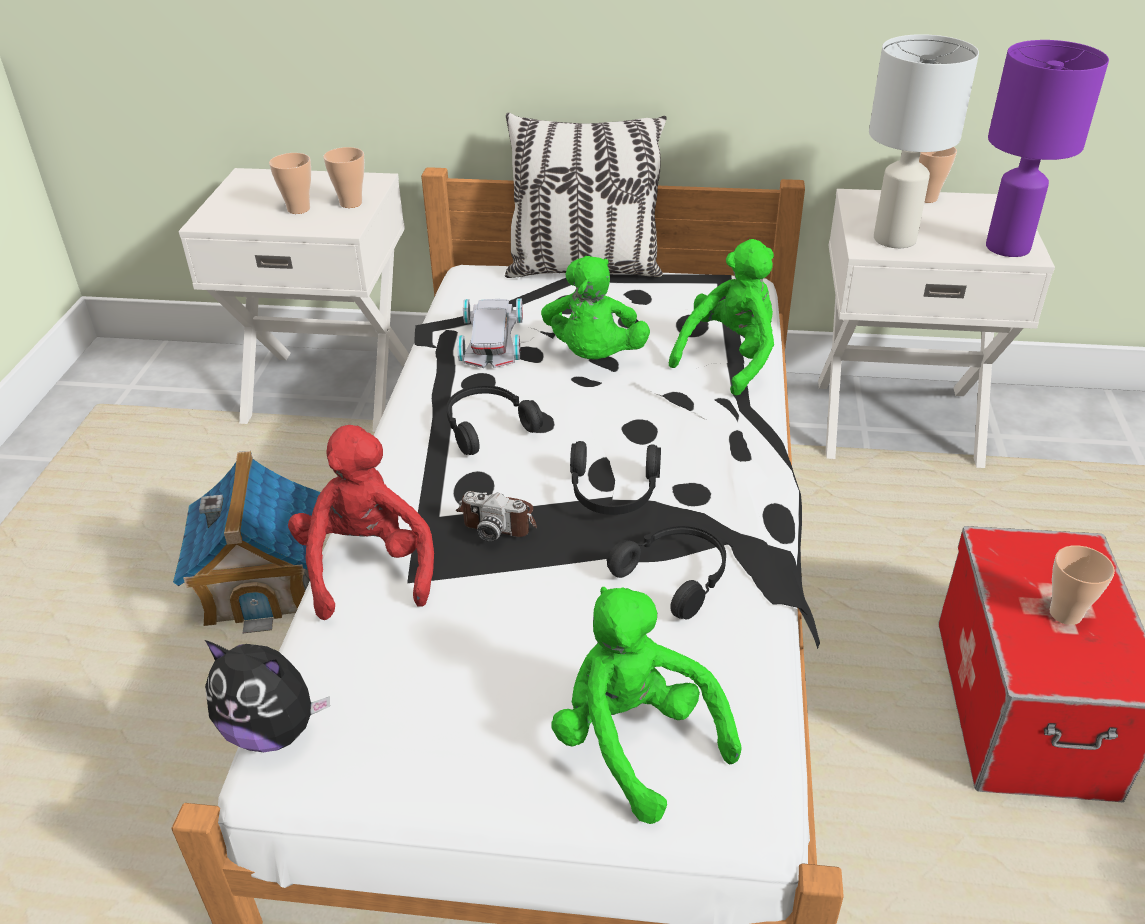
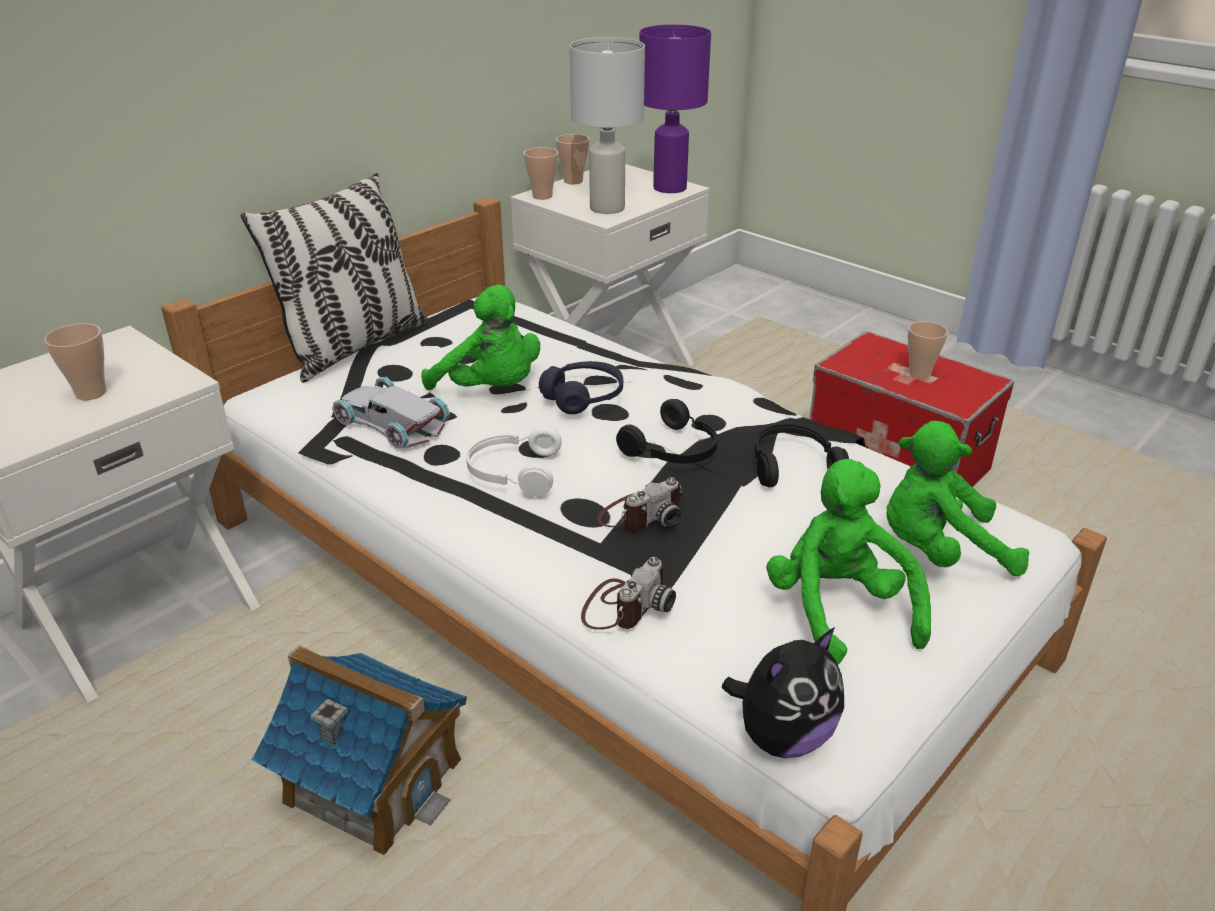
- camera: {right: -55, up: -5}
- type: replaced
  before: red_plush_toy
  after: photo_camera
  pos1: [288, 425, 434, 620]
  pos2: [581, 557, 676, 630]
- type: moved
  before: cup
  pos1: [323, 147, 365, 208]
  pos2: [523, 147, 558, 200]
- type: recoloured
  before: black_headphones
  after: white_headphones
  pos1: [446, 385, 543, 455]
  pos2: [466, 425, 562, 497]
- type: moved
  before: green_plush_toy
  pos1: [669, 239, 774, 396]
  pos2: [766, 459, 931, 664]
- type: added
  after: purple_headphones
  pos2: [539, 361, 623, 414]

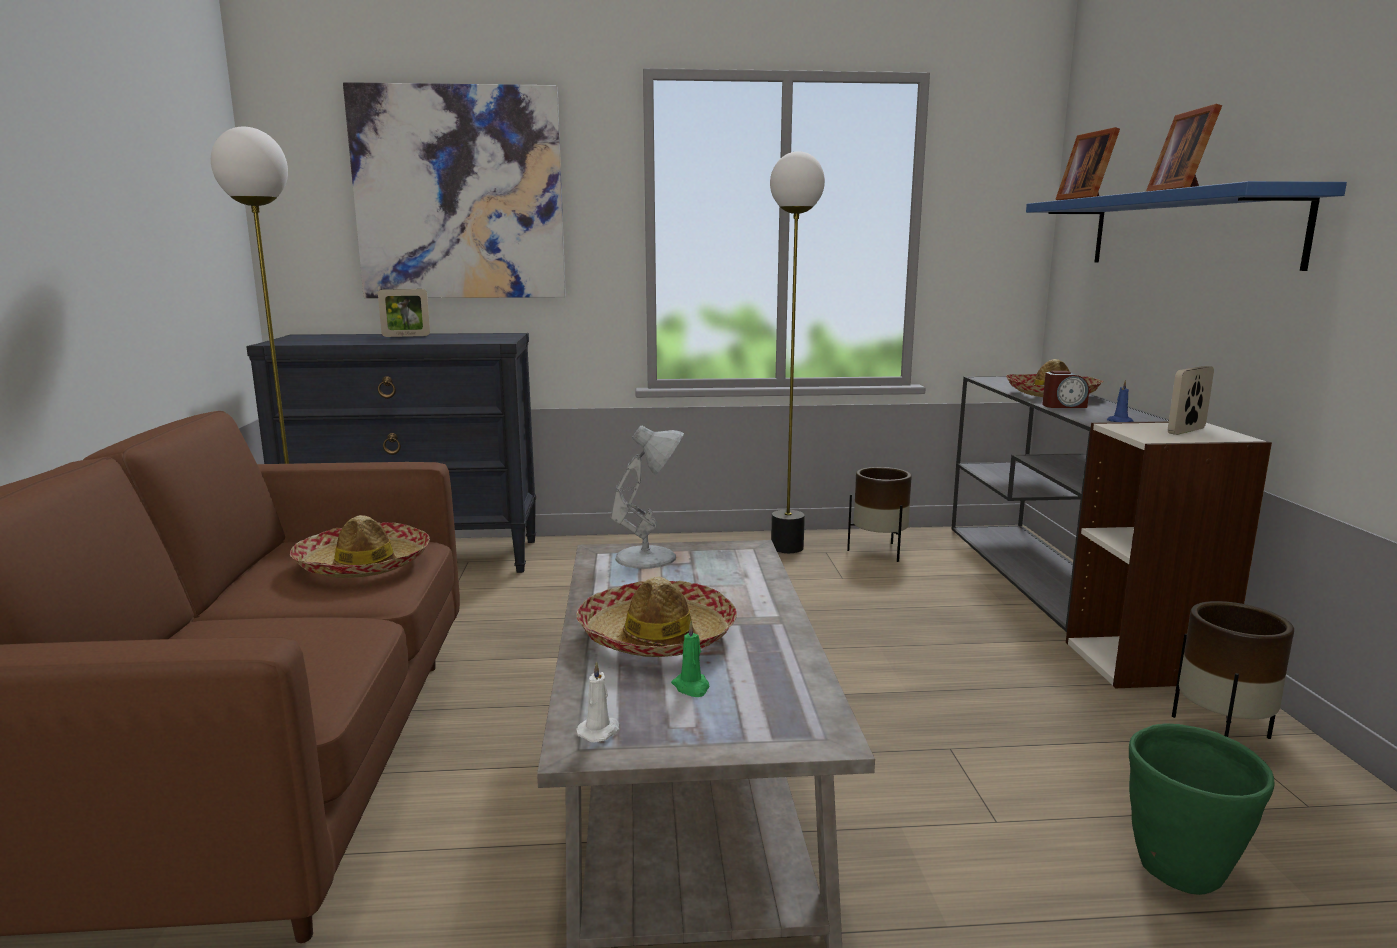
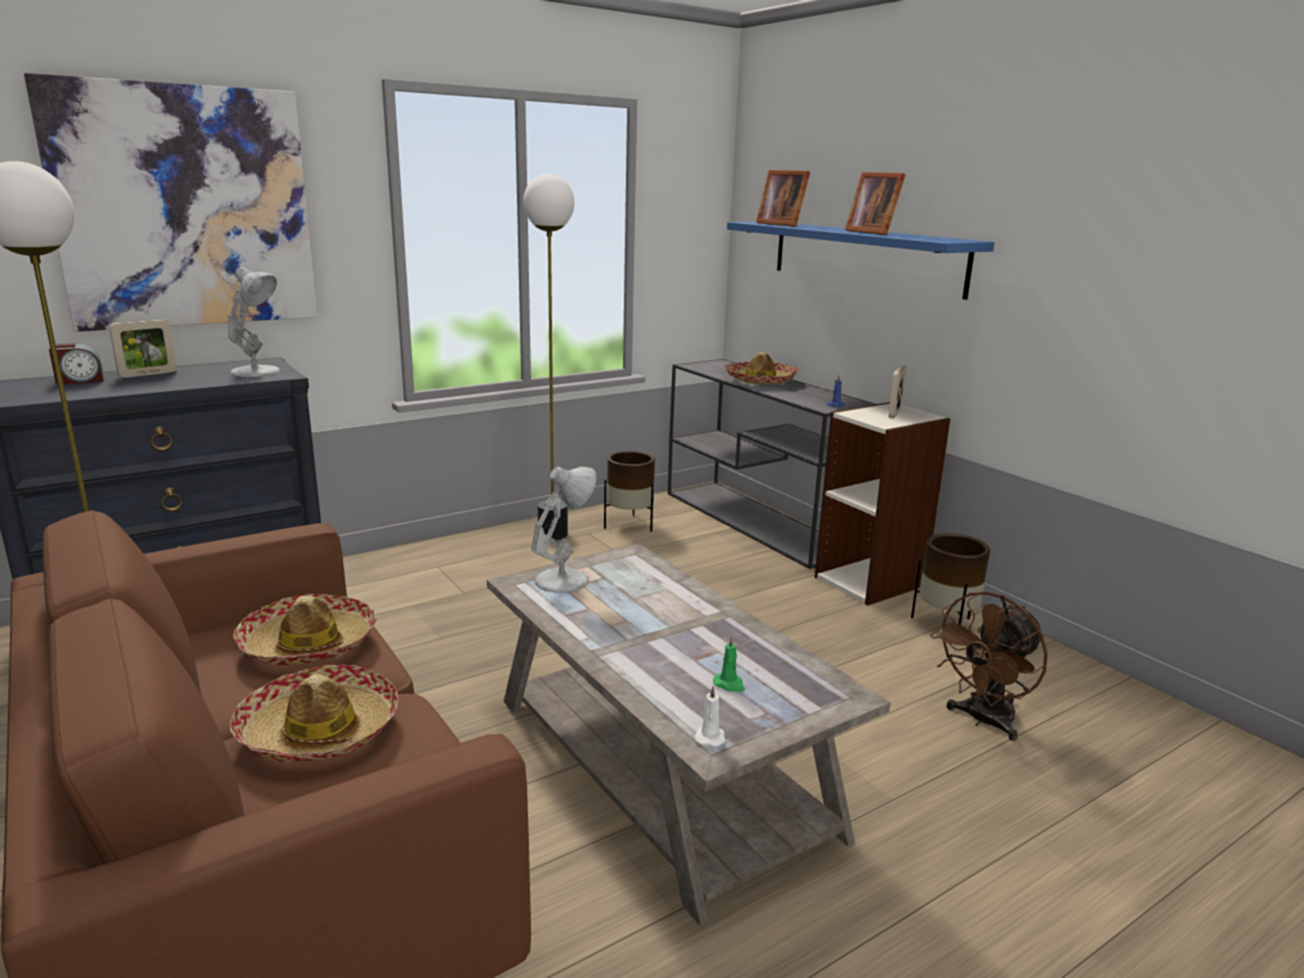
- camera: {right: -30, up: 5}
- type: moved
  before: hat
  pos1: [576, 577, 737, 657]
  pos2: [230, 664, 398, 761]
- type: moved
  before: alarm_clock
  pos1: [1042, 371, 1089, 408]
  pos2: [49, 343, 104, 384]
- type: replaced
  before: green_planter
  after: brown_fan
  pos1: [1129, 723, 1275, 895]
  pos2: [930, 592, 1048, 741]
- type: added
  after: white_table_lamp
  pos2: [228, 267, 280, 377]

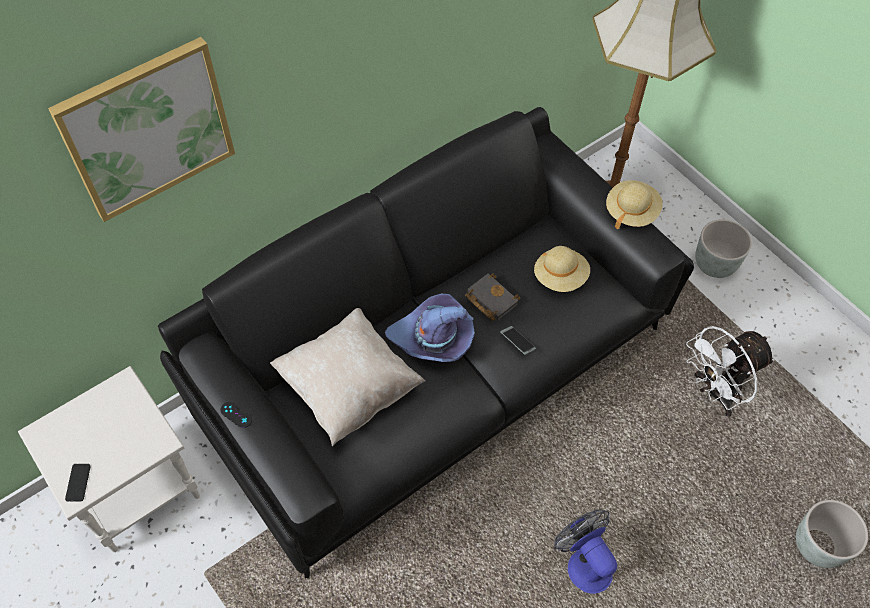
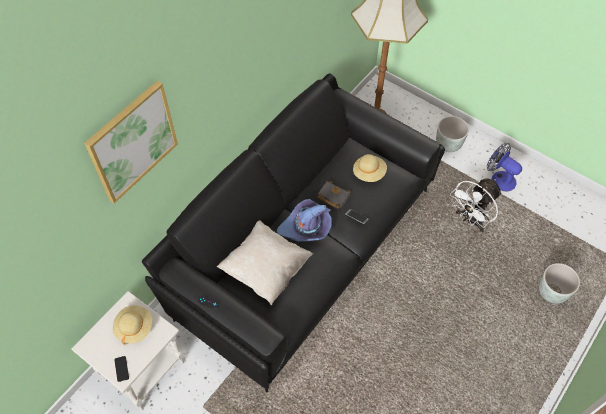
- camera: {right: -15, up: 0}
- type: moved
  before: fan
  pos1: [554, 509, 617, 594]
  pos2: [487, 143, 522, 192]
- type: moved
  before: beige_hat
  pos1: [606, 180, 663, 230]
  pos2: [113, 305, 152, 345]

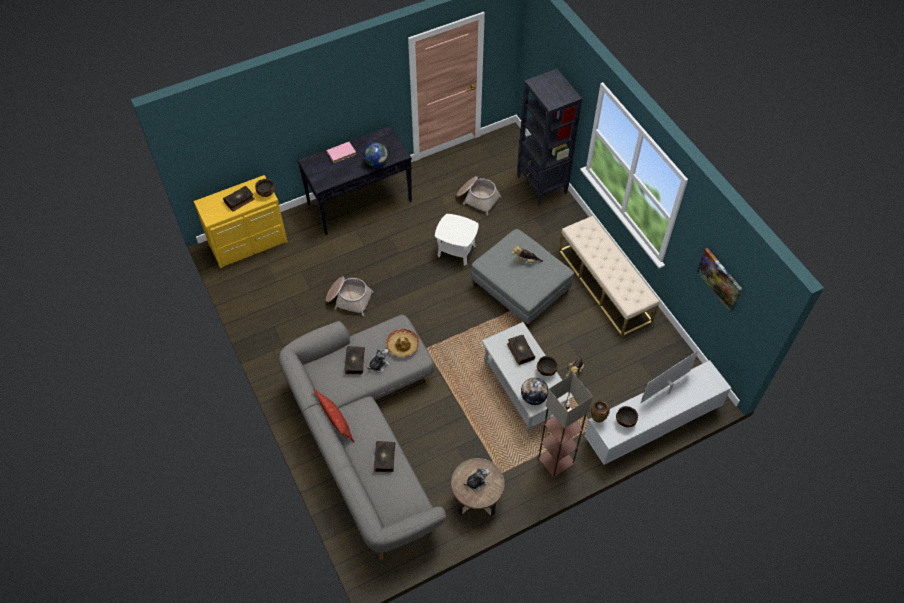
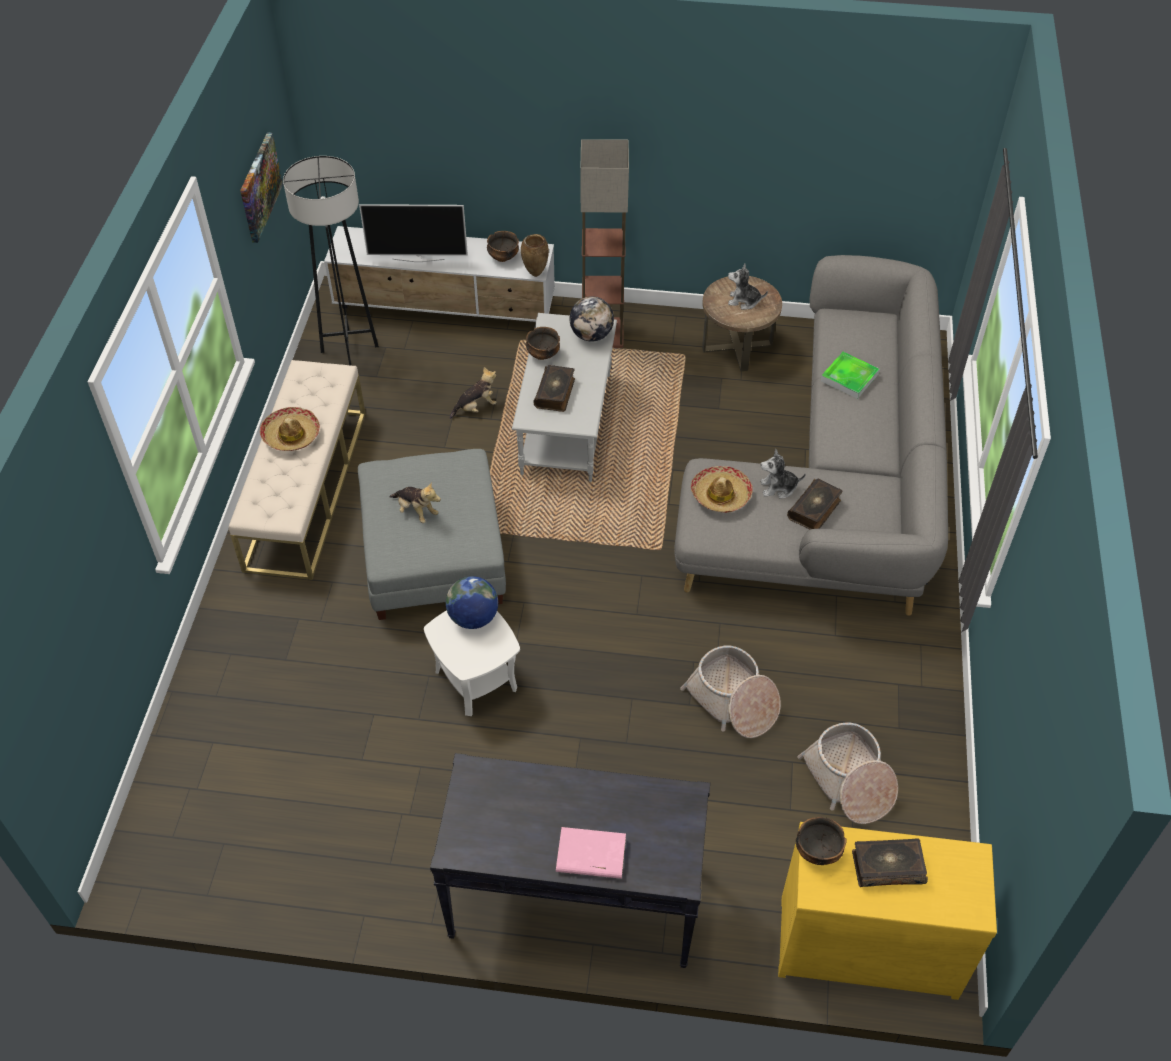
- camera: {right: -145, up: -5}
- type: removed
  before: pillow
  pos1: [313, 389, 355, 442]
- type: moved
  before: globe
  pos1: [363, 142, 388, 167]
  pos2: [446, 576, 498, 629]
- type: replaced
  before: book
  after: tray
  pos1: [374, 441, 395, 472]
  pos2: [821, 352, 880, 399]
- type: moved
  before: basket
  pos1: [457, 176, 502, 215]
  pos2: [798, 723, 898, 824]
- type: removed
  before: black_bookcase
  pos1: [517, 69, 582, 205]
- type: added
  after: hat
  pos2: [260, 407, 320, 451]
- type: added
  after: grey_floor_lamp
  pos2: [283, 156, 379, 366]

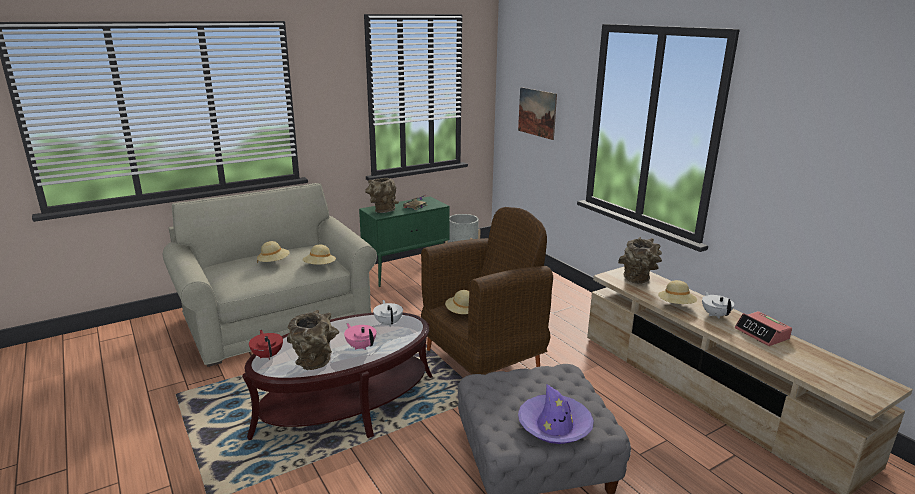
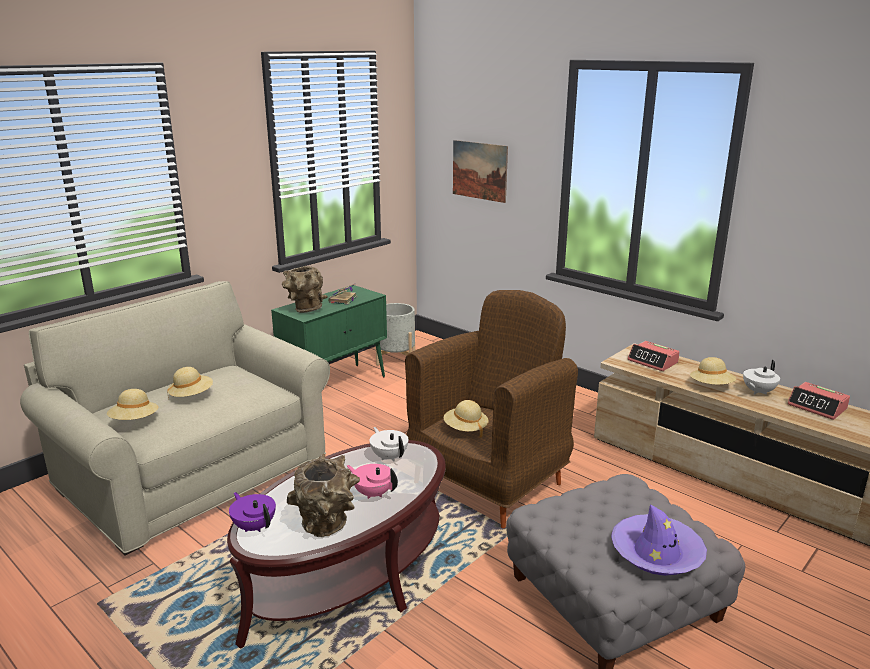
- camera: {right: -15, up: 0}
- type: recoloured
  before: red_teapot
  after: purple_teapot
  pos1: [249, 330, 283, 360]
  pos2: [229, 492, 276, 532]
- type: moved
  before: beige_hat
  pos1: [303, 245, 336, 265]
  pos2: [107, 389, 158, 420]
- type: replaced
  before: brown_vase
  after: alarm_clock
  pos1: [618, 237, 662, 284]
  pos2: [627, 341, 680, 371]
- type: turned
  before: white_teapot
  pos1: [702, 291, 734, 319]
  pos2: [743, 360, 780, 395]
  turn: -105

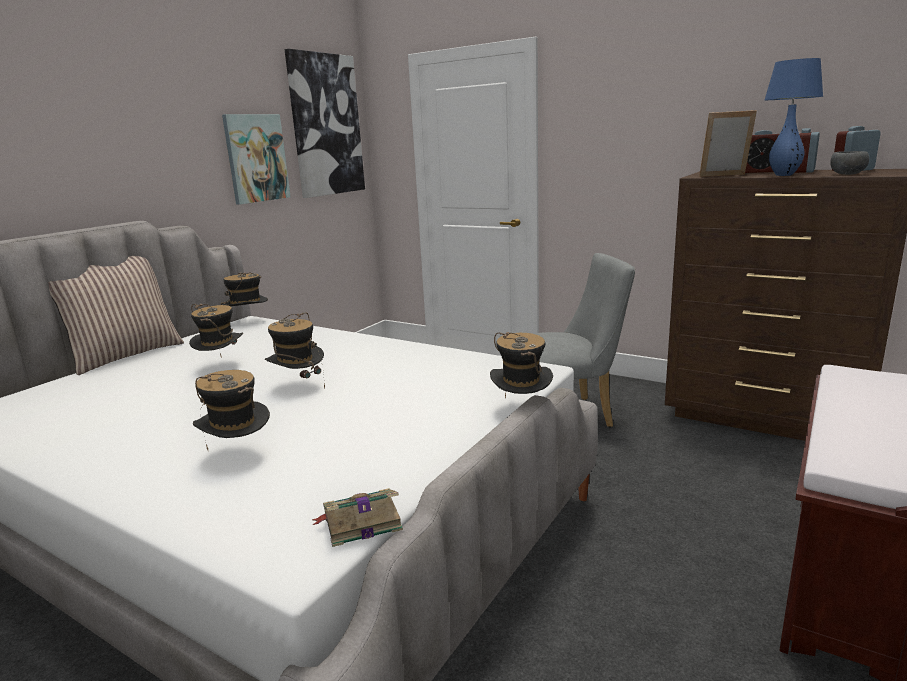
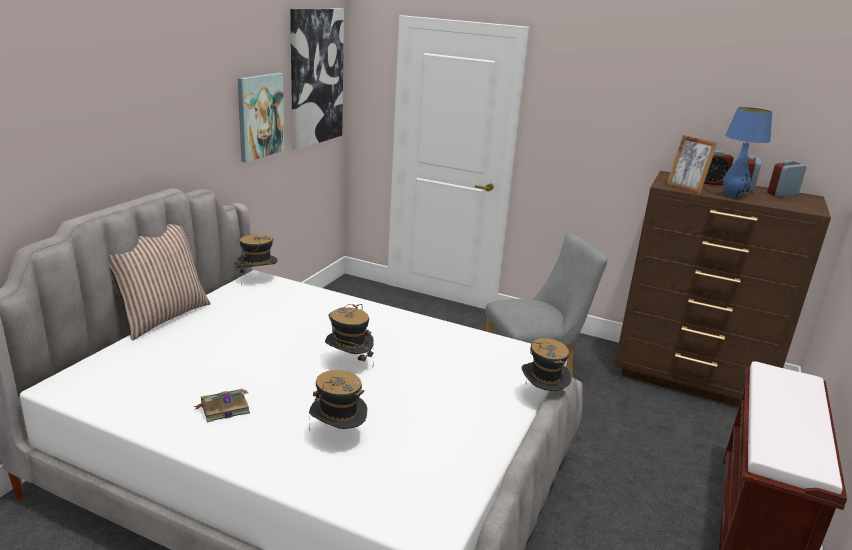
- camera: {right: -10, up: 5}
- type: removed
  before: hat
  pos1: [189, 303, 243, 358]
- type: moved
  before: book
  pos1: [312, 488, 403, 547]
  pos2: [193, 389, 250, 422]
- type: turned
  before: picture_frame
  pos1: [699, 110, 757, 177]
  pos2: [667, 135, 718, 194]
  turn: -120
- type: removed
  before: grey_bowl
  pos1: [830, 151, 869, 175]

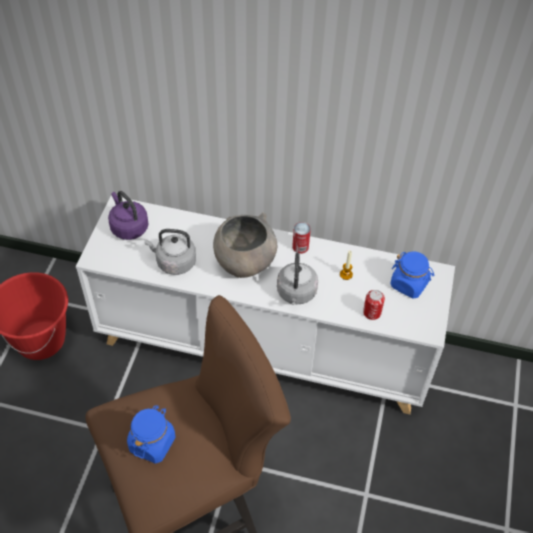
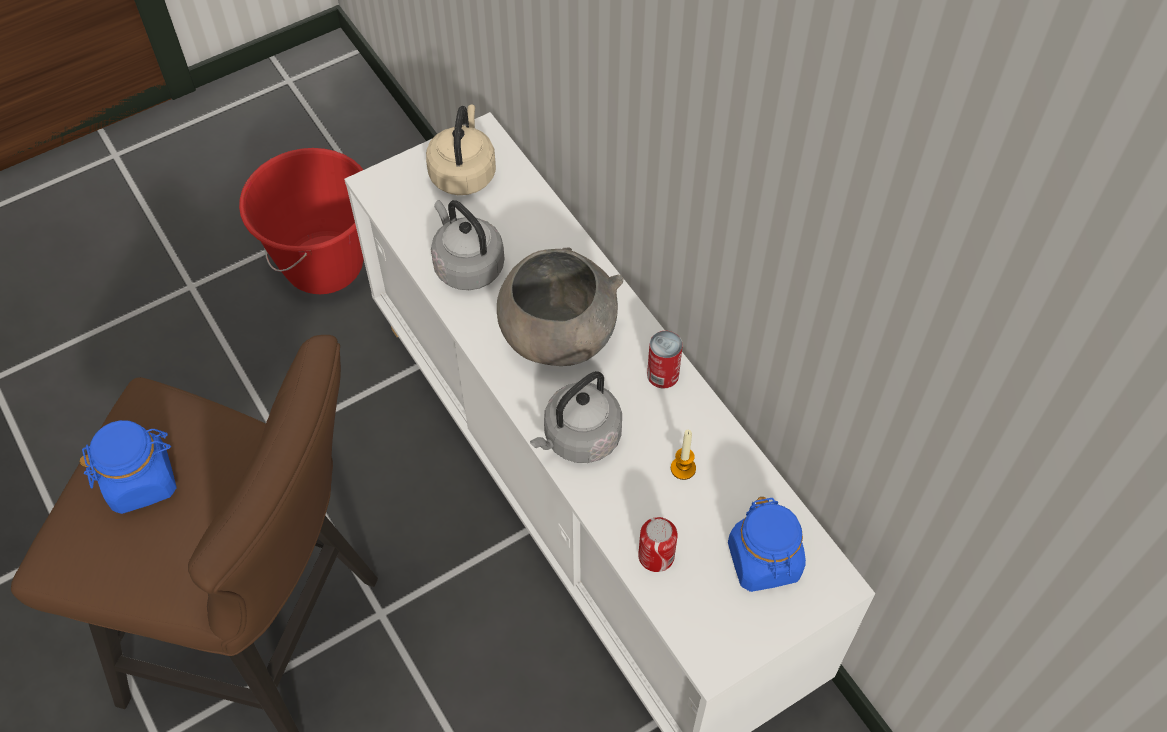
- camera: {right: 45, up: 5}
- type: recoloured
  before: purple_kettle
  after: beige_kettle
  pos1: [108, 191, 149, 240]
  pos2: [426, 105, 496, 195]

